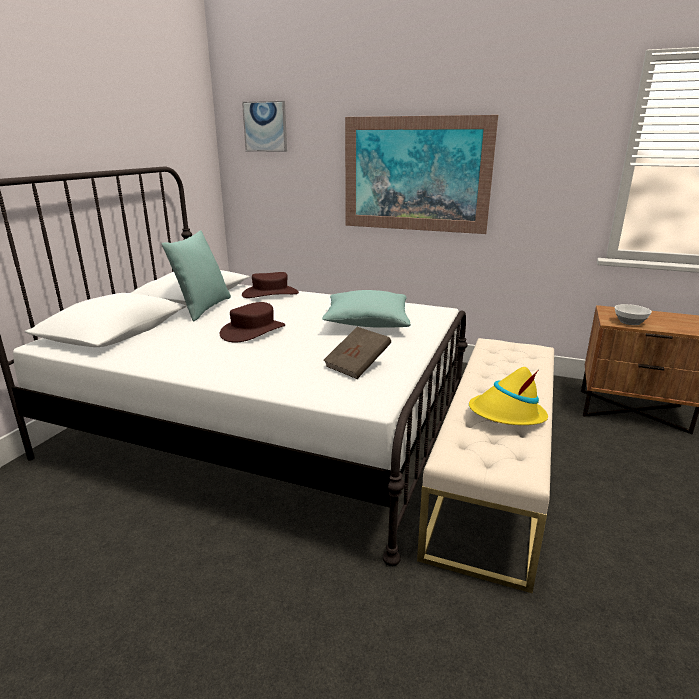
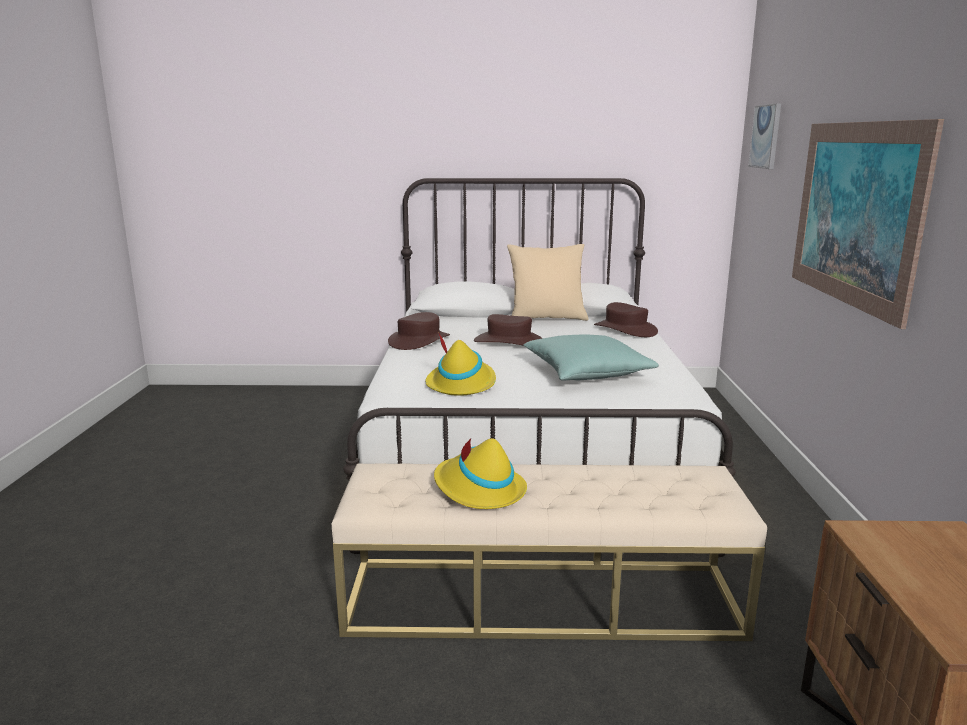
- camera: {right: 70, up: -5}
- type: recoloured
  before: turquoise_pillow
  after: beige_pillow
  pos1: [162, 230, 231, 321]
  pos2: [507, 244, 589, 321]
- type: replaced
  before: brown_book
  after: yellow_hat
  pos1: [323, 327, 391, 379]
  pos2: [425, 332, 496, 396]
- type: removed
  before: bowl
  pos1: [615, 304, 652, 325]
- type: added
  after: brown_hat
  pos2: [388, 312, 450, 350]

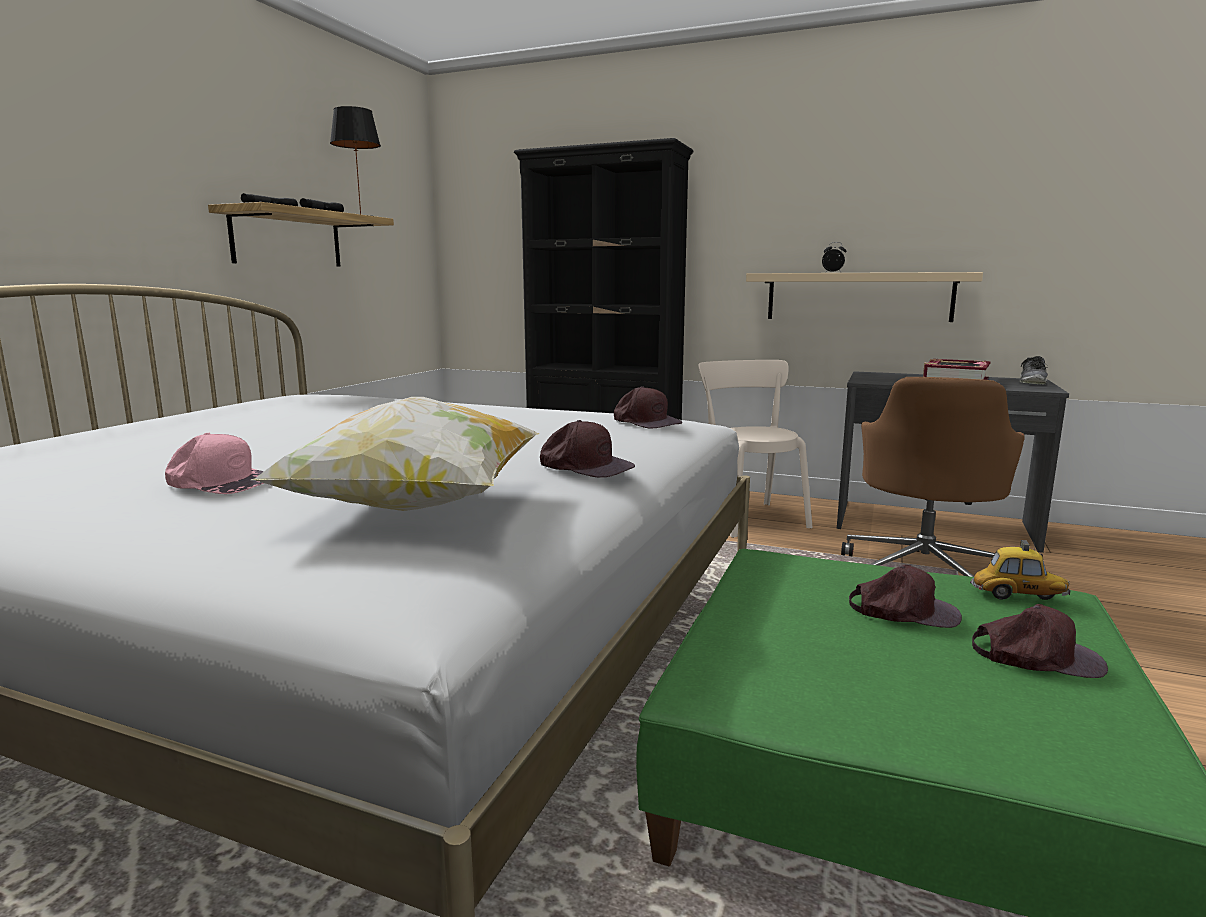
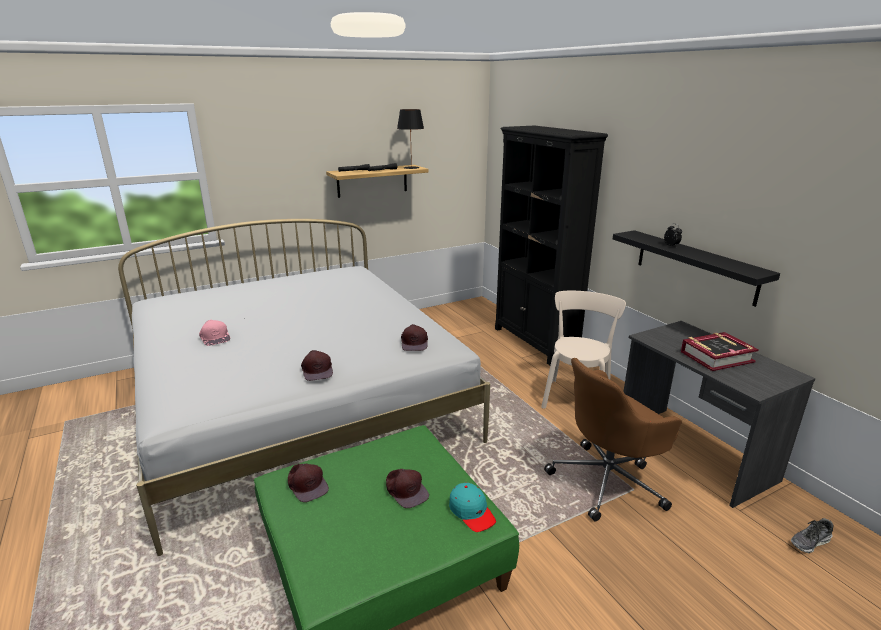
- camera: {right: 40, up: 10}
- type: removed
  before: pillow
  pos1: [251, 397, 539, 511]
- type: recoloured
  before: beige_shelf
  after: black_shelf
  pos1: [746, 272, 983, 322]
  pos2: [613, 230, 780, 307]
- type: replaced
  before: toy_car
  after: turquoise_cap
  pos1: [970, 540, 1070, 600]
  pos2: [449, 482, 496, 532]
- type: moved
  before: brown_cap
  pos1: [972, 604, 1108, 678]
  pos2: [288, 464, 329, 502]
- type: moved
  before: shoe
  pos1: [1019, 356, 1048, 385]
  pos2: [791, 518, 833, 553]

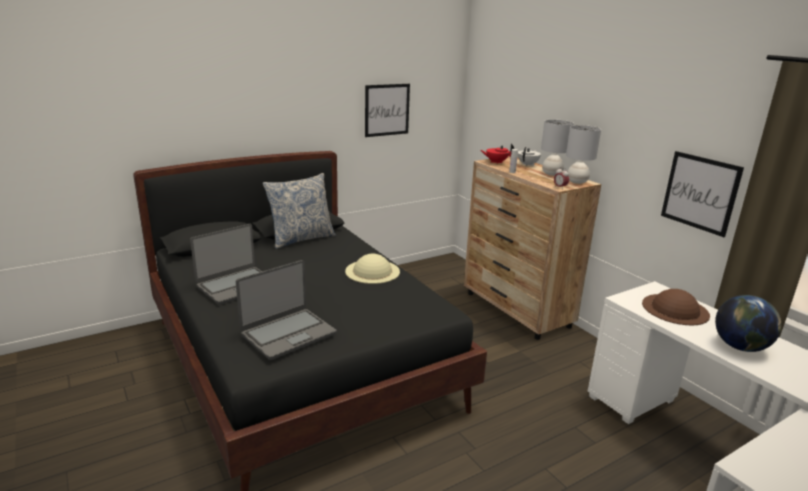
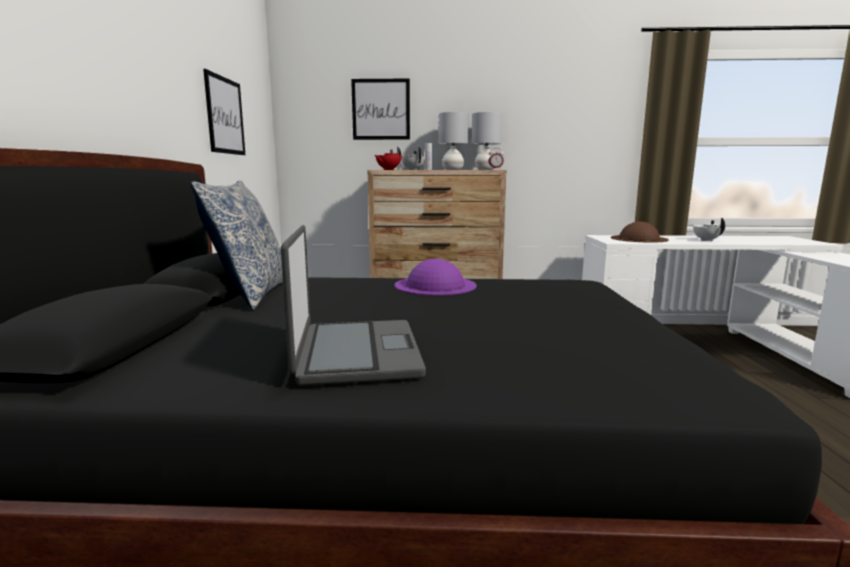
- camera: {right: -55, up: -10}
- type: removed
  before: laptop
  pos1: [236, 260, 337, 360]
- type: recoloured
  before: beige_hat
  after: purple_hat
  pos1: [345, 254, 400, 284]
  pos2: [394, 259, 477, 296]
- type: moved
  before: picture
  pos1: [661, 151, 744, 237]
  pos2: [351, 79, 410, 140]
- type: replaced
  before: globe
  after: white_teapot
  pos1: [715, 295, 782, 352]
  pos2: [692, 218, 725, 241]

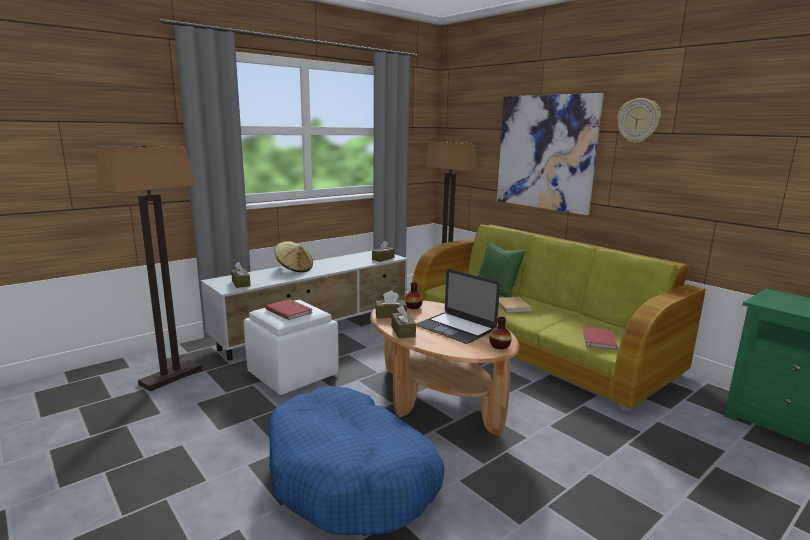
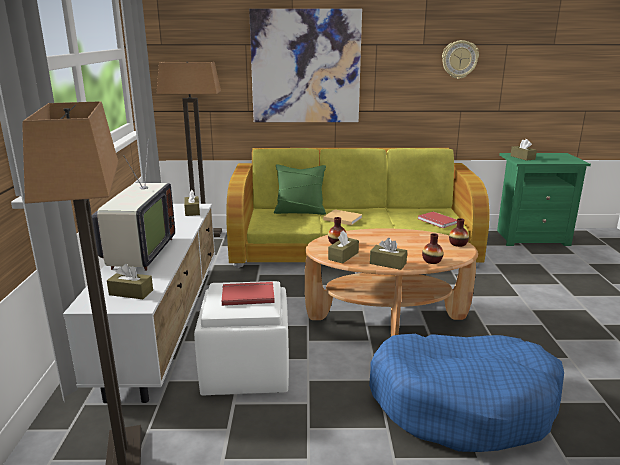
- camera: {right: -50, up: 5}
- type: replaced
  before: beige_hat
  after: television
  pos1: [274, 241, 313, 272]
  pos2: [92, 139, 175, 271]
- type: removed
  before: laptop
  pos1: [416, 269, 500, 344]
- type: moved
  before: wall_clock
  pos1: [617, 98, 661, 143]
  pos2: [442, 40, 479, 79]
- type: added
  after: vase
  pos2: [422, 233, 443, 264]
- type: added
  after: brown_tissue_box
  pos2: [510, 139, 537, 161]

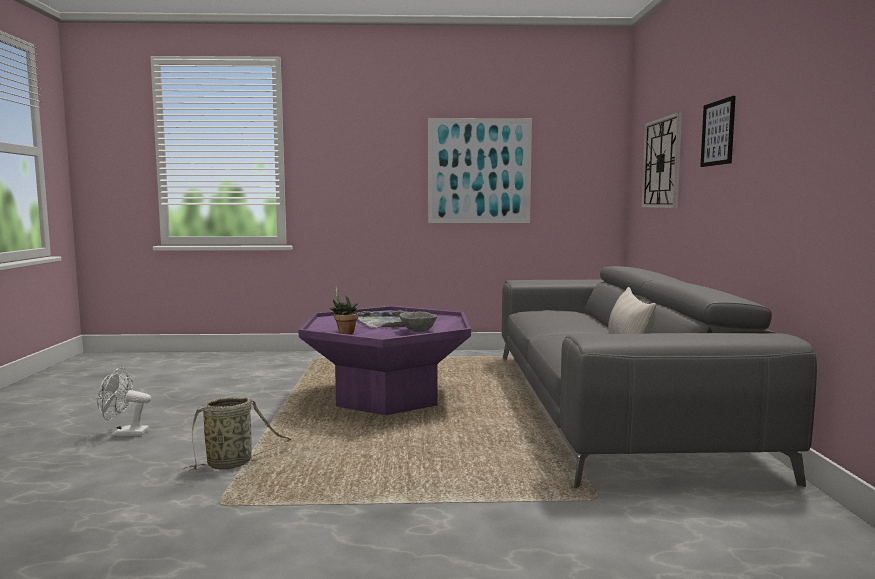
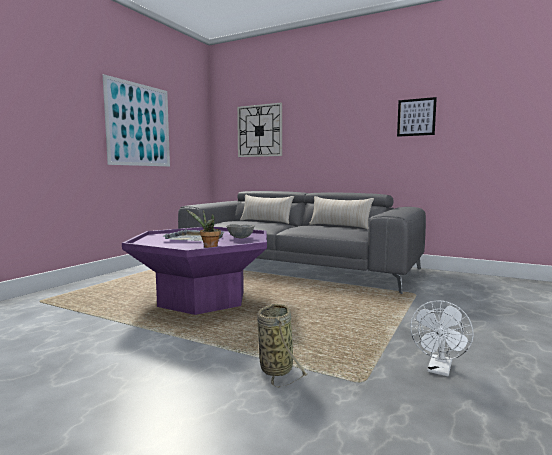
- camera: {right: -60, up: 0}
- type: moved
  before: white_fan
  pos1: [97, 367, 151, 436]
  pos2: [410, 301, 474, 376]
- type: moved
  before: picture
  pos1: [700, 96, 736, 167]
  pos2: [397, 97, 437, 137]
- type: added
  after: beige_pillow
  pos2: [240, 195, 294, 224]

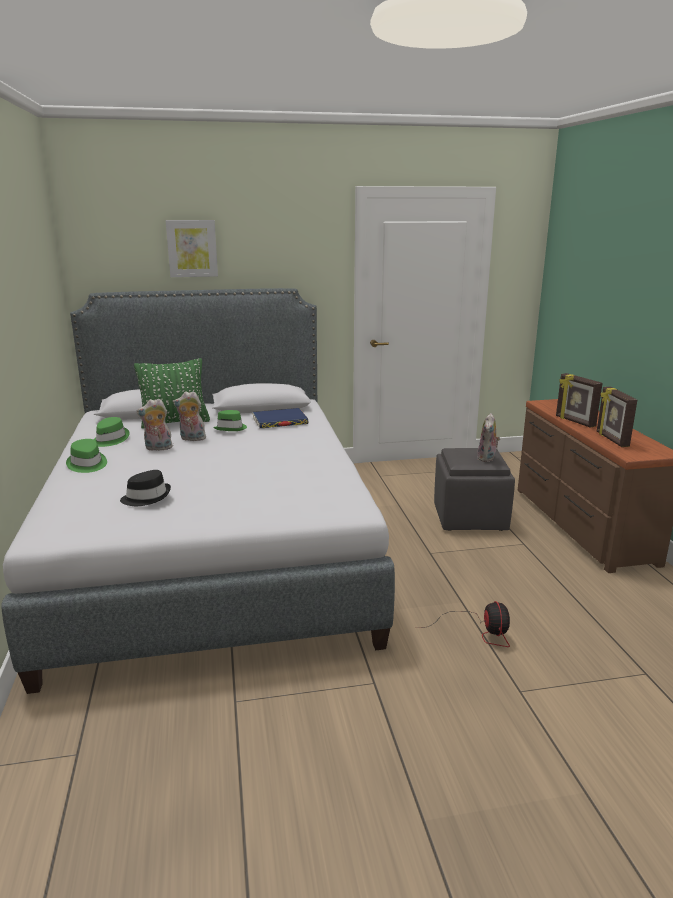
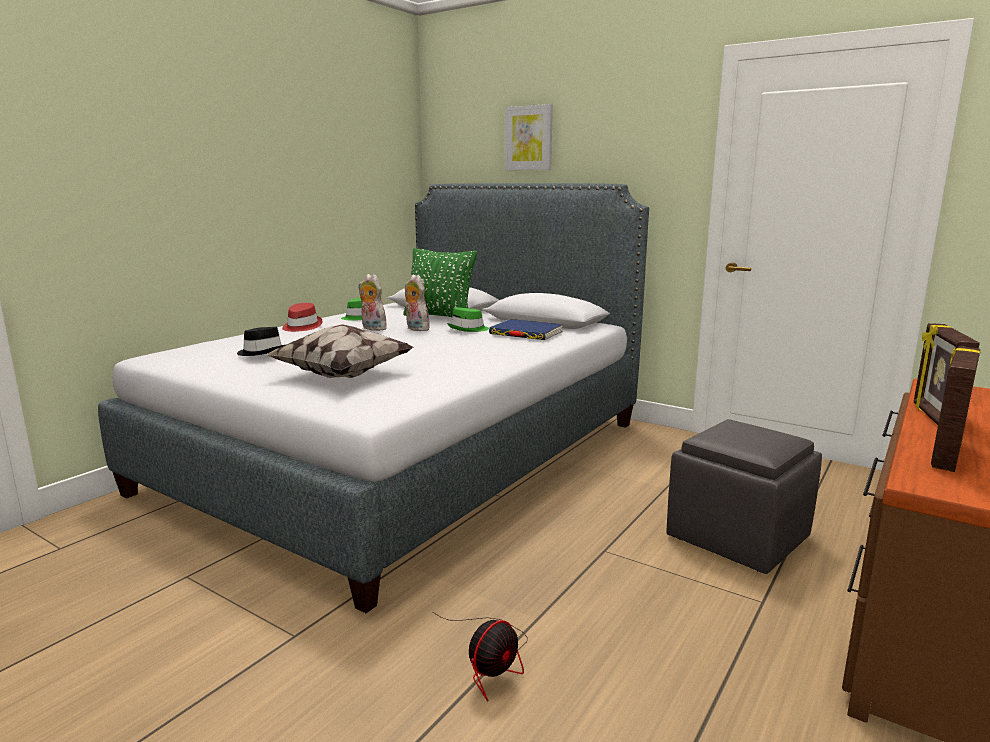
- camera: {right: 45, up: -5}
- type: recoloured
  before: green_hat
  after: red_hat
  pos1: [66, 439, 107, 473]
  pos2: [282, 303, 322, 332]
- type: removed
  before: plush_toy
  pos1: [477, 413, 500, 462]
- type: added
  after: pillow
  pos2: [265, 324, 414, 378]

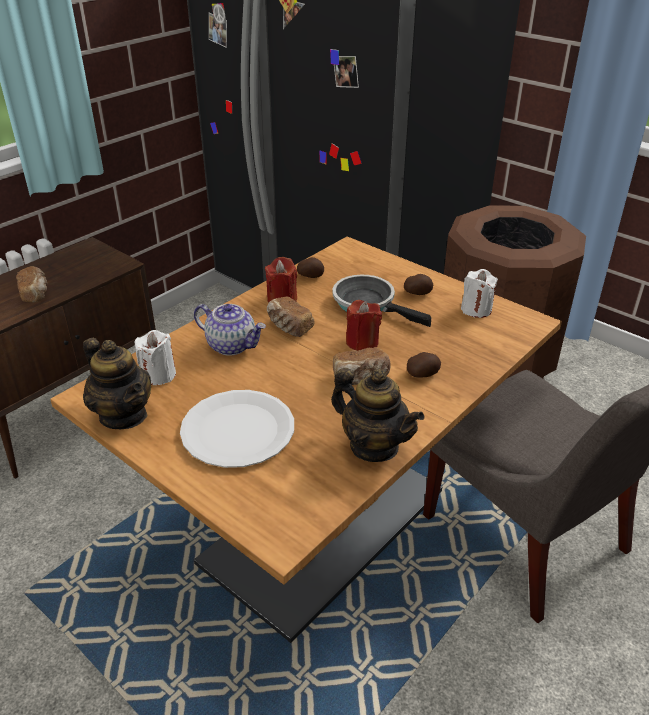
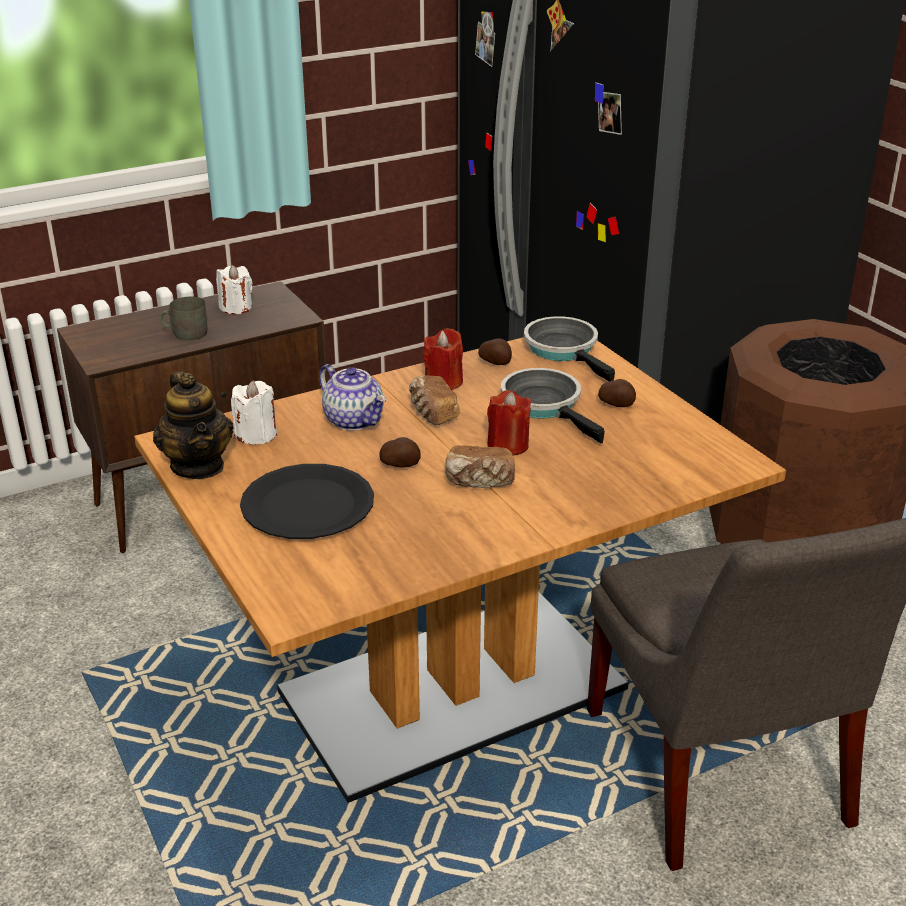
- camera: {right: 20, up: -5}
- type: replaced
  before: bread
  after: grey_mug
  pos1: [16, 266, 48, 302]
  pos2: [160, 297, 208, 341]
- type: recoloured
  before: white_plate
  after: black_plate
  pos1: [180, 390, 294, 468]
  pos2: [240, 464, 374, 539]
- type: removed
  before: teapot
  pos1: [331, 368, 424, 462]
- type: moved
  before: potato
  pos1: [407, 352, 441, 378]
  pos2: [379, 437, 421, 468]
- type: moved
  before: white_candle
  pos1: [461, 269, 498, 318]
  pos2: [216, 265, 253, 314]
- type: added
  after: frying_pan
  pos2: [524, 316, 615, 381]

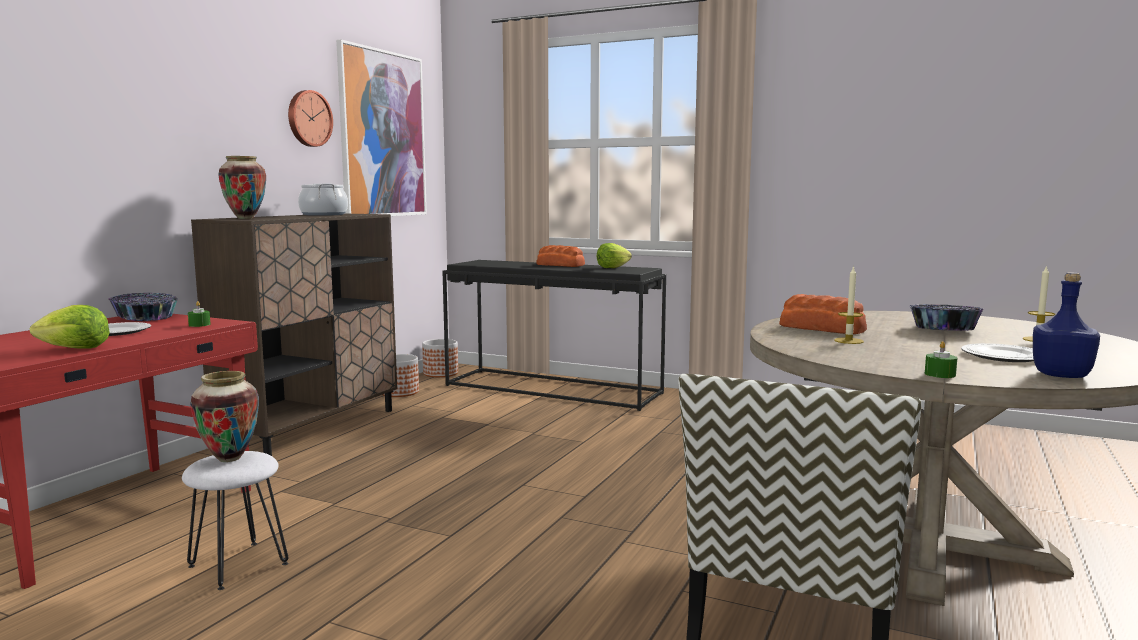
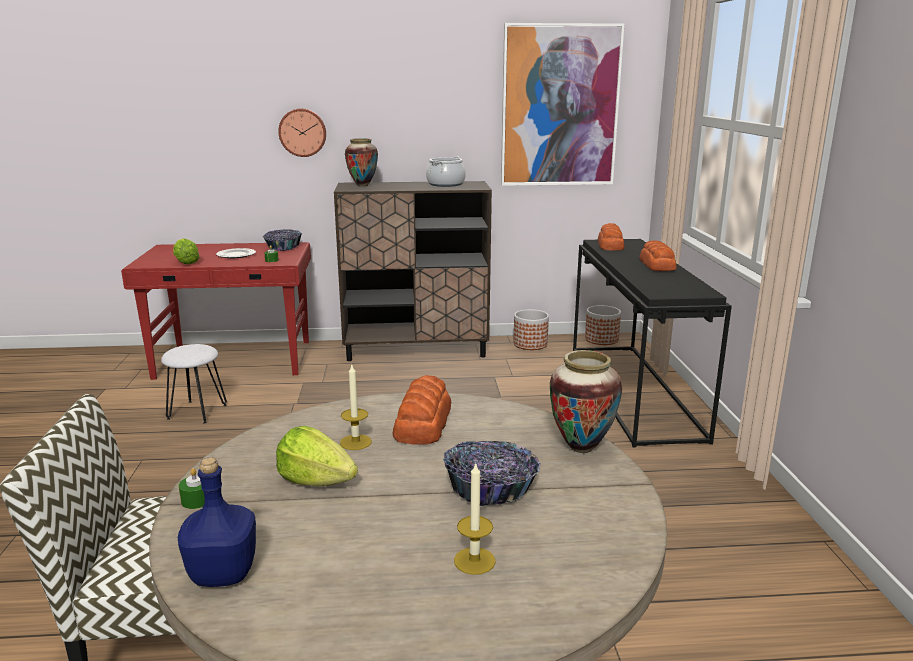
- camera: {right: 60, up: 10}
- type: moved
  before: vase
  pos1: [190, 371, 259, 462]
  pos2: [550, 350, 622, 453]
- type: moved
  before: wall_clock
  pos1: [288, 90, 333, 147]
  pos2: [278, 108, 326, 157]
- type: moved
  before: lettuce
  pos1: [596, 243, 632, 268]
  pos2: [276, 426, 358, 486]
- type: removed
  before: plate
  pos1: [961, 343, 1034, 362]
- type: added
  after: bread
  pos2: [598, 223, 625, 251]

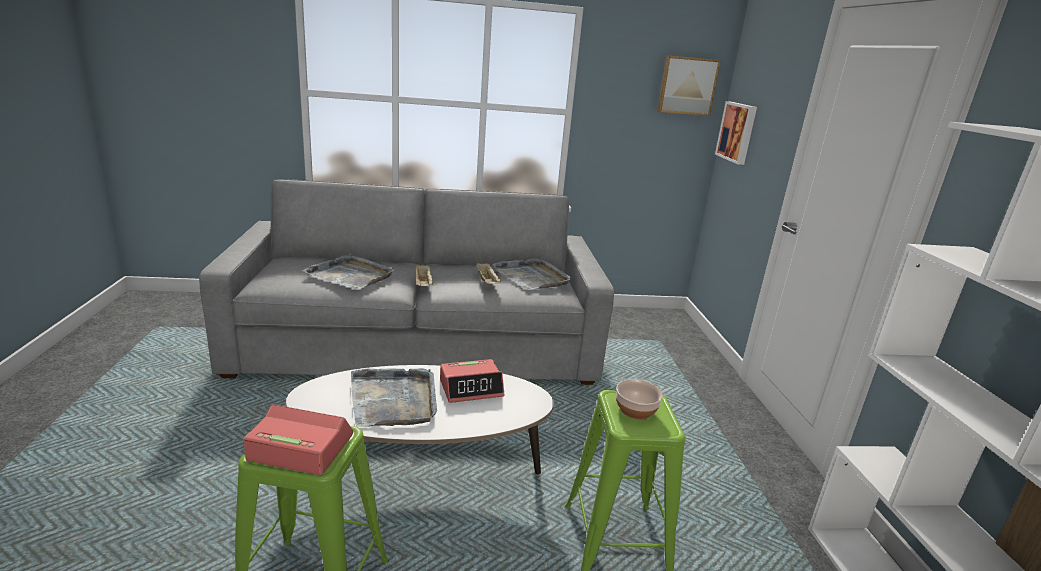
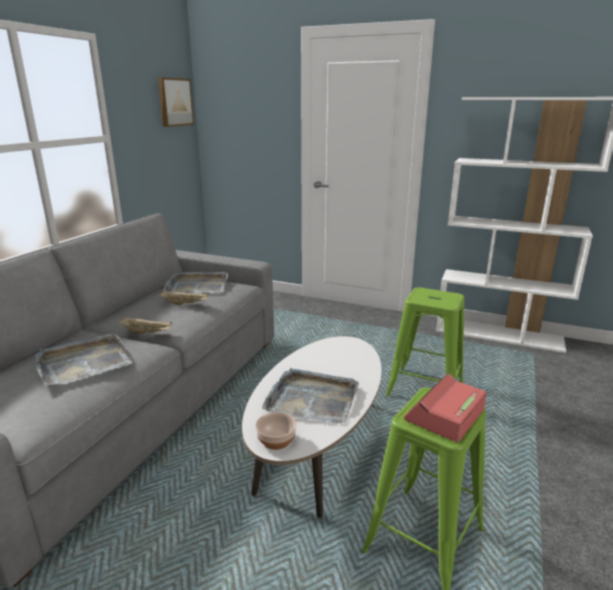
- camera: {right: -60, up: 0}
- type: removed
  before: alarm_clock
  pos1: [440, 359, 504, 403]
- type: moved
  before: bowl
  pos1: [616, 379, 663, 419]
  pos2: [255, 412, 297, 450]
- type: removed
  before: picture
  pos1: [715, 101, 757, 165]

